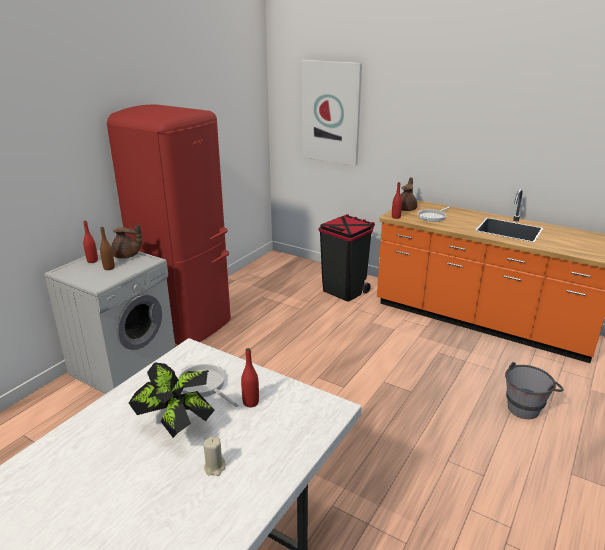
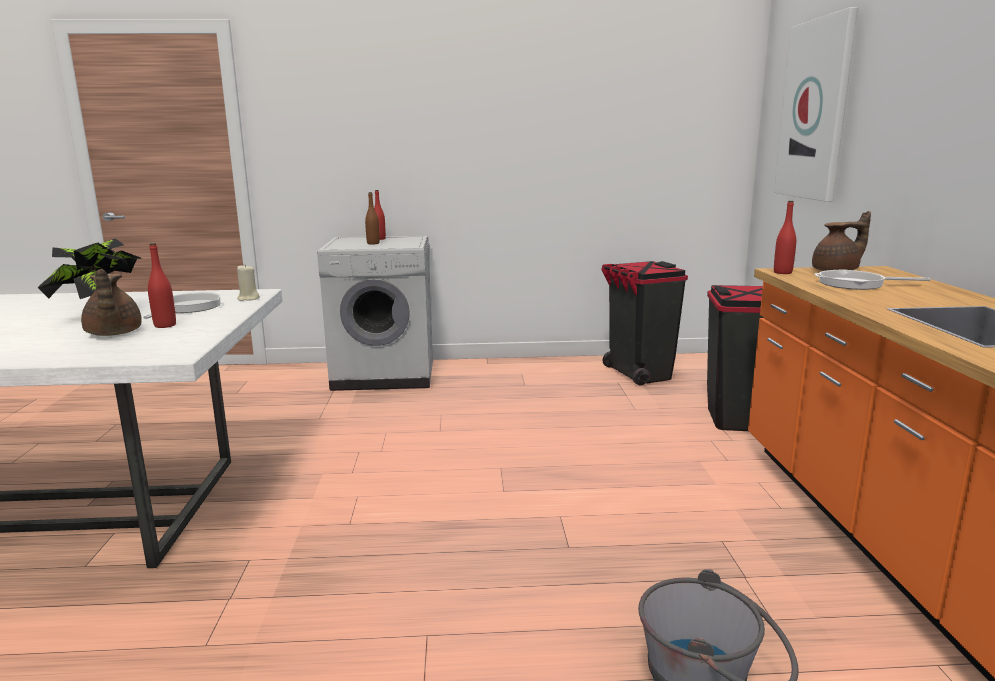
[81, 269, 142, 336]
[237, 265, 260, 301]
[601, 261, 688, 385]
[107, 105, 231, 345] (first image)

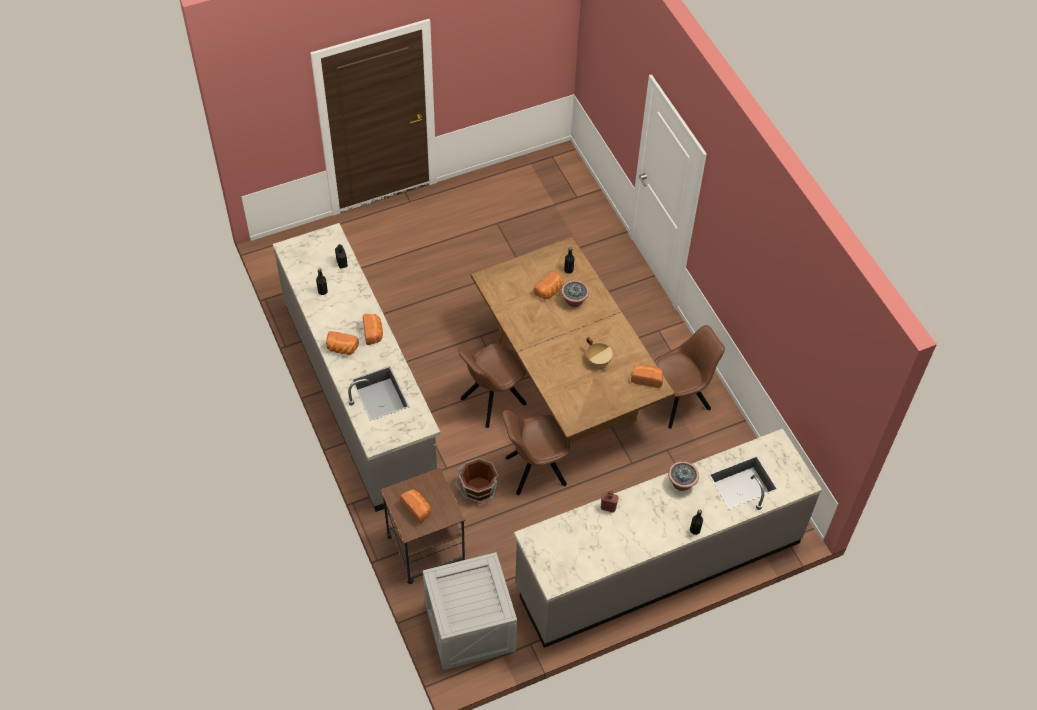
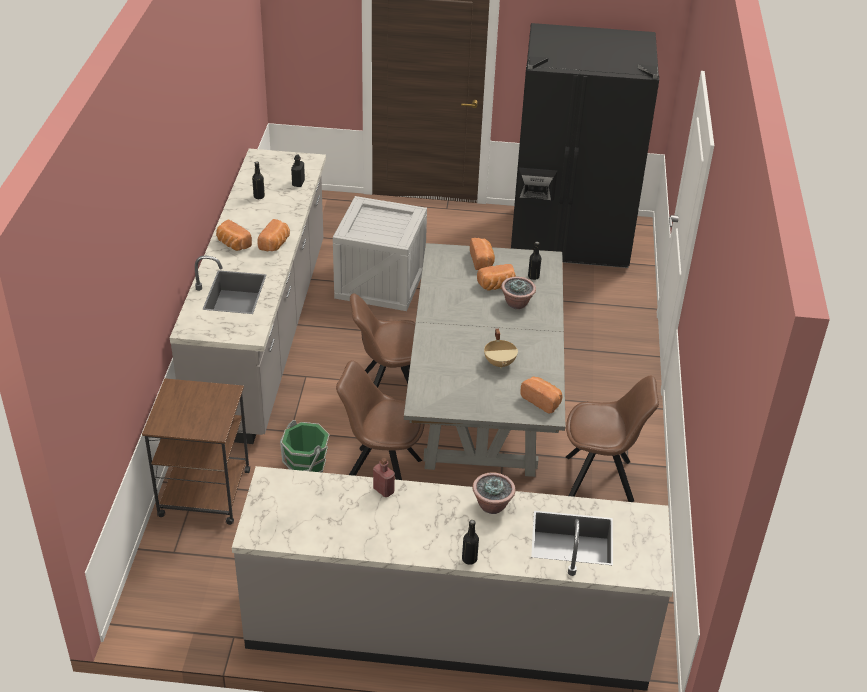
[280, 420, 330, 472]
[333, 196, 427, 311]
[404, 243, 565, 477]
[470, 238, 495, 270]
[511, 23, 659, 268]

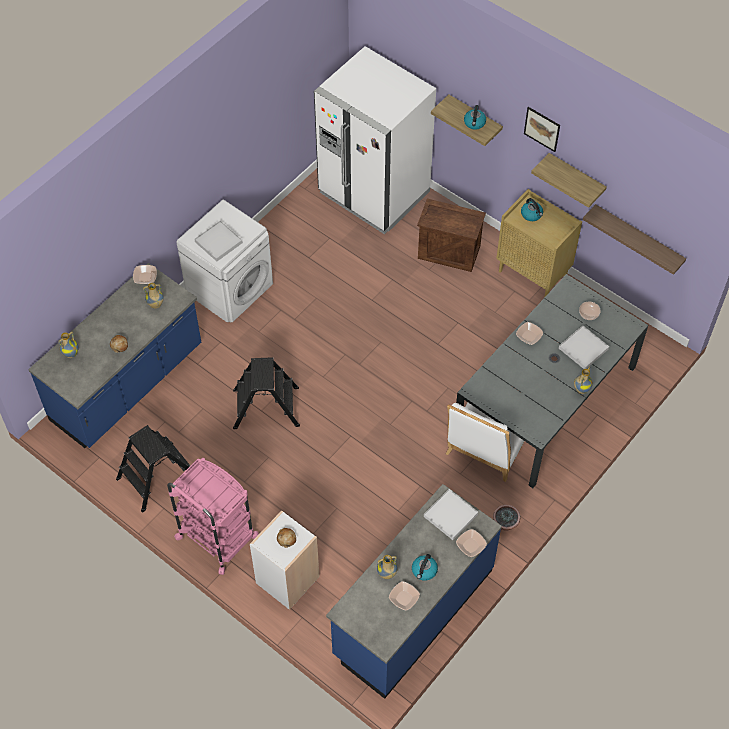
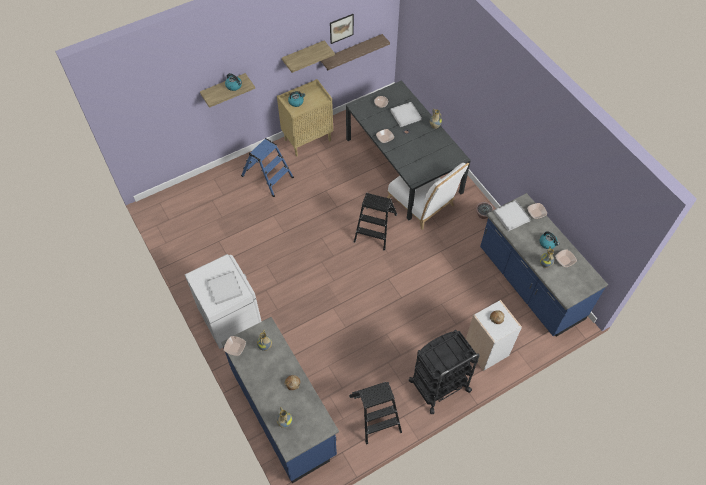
[241, 138, 294, 197]
[330, 14, 354, 44]
[354, 193, 397, 251]
[409, 330, 479, 414]
[314, 46, 436, 234] (first image)

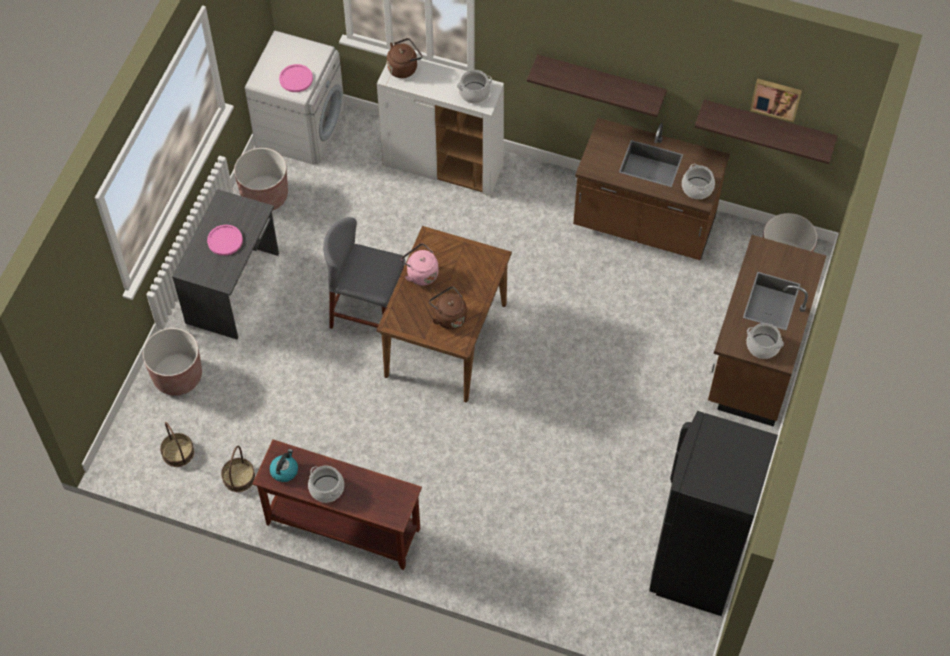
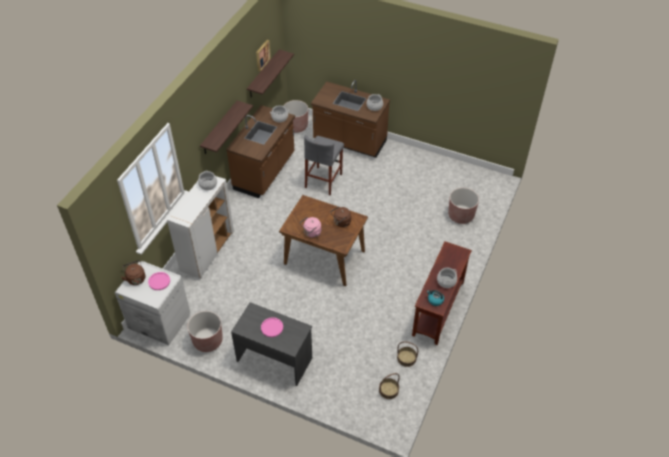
[121, 260, 145, 285]
[304, 135, 344, 195]
[448, 188, 479, 224]
[649, 411, 778, 616] (first image)

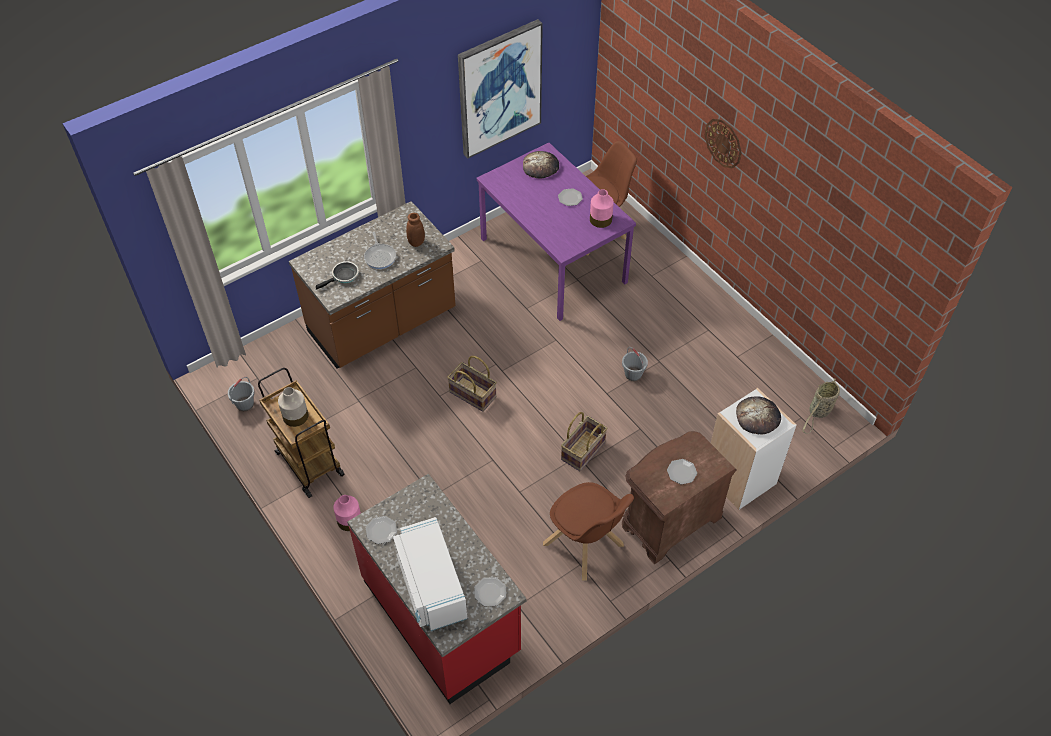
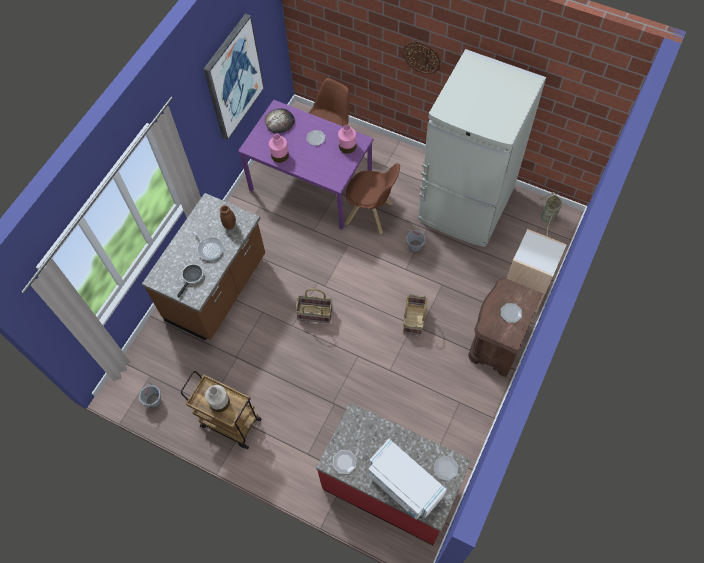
[269, 134, 289, 163]
[345, 163, 400, 234]
[418, 49, 546, 247]
[736, 396, 781, 434] (first image)

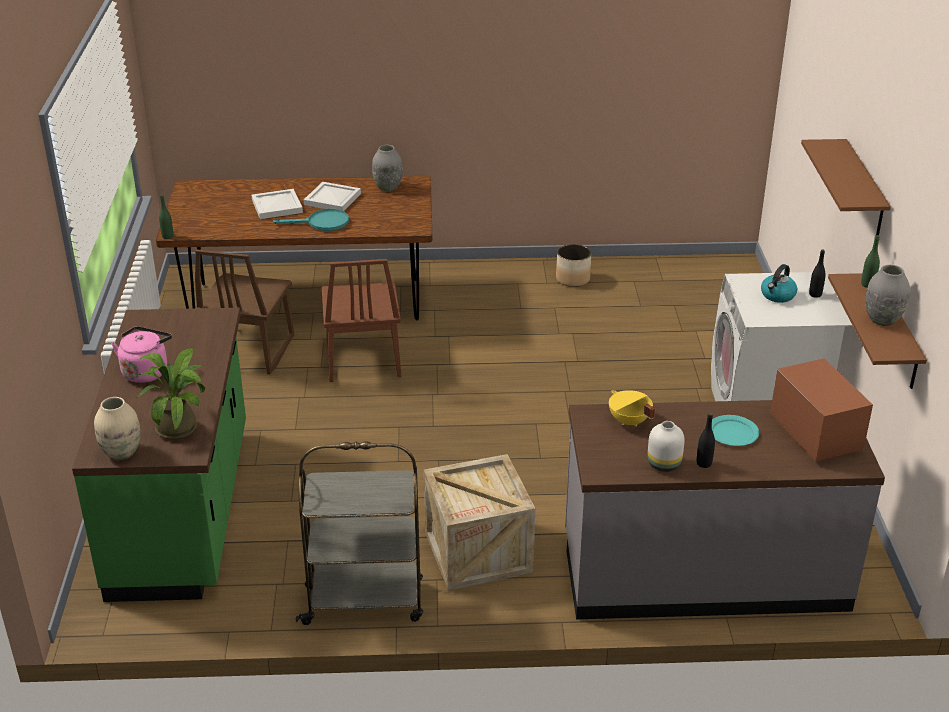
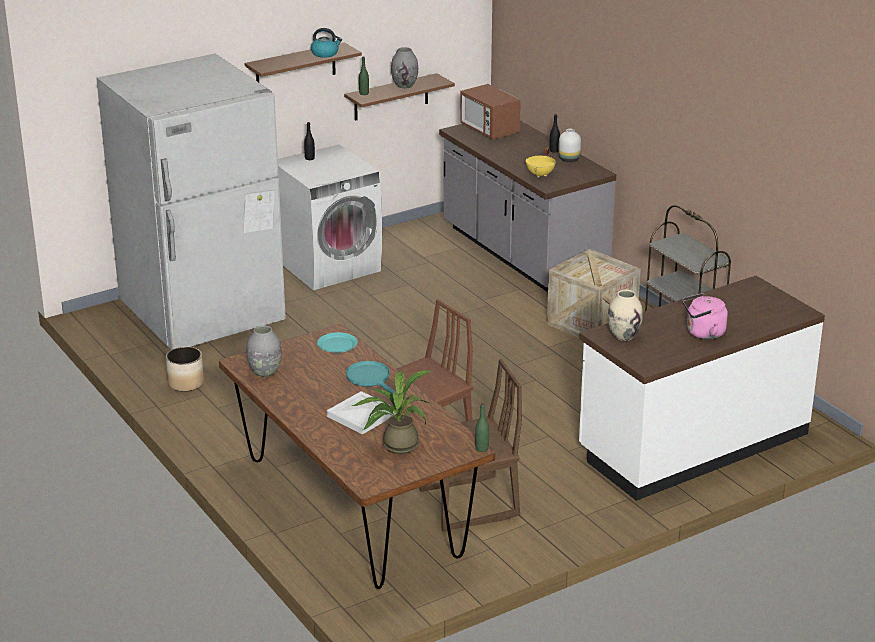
[96, 54, 286, 350]
[311, 28, 342, 57]
[317, 332, 358, 353]
[352, 371, 432, 454]
[460, 84, 521, 140]
[579, 276, 825, 501]
[608, 290, 643, 341]
[304, 182, 361, 211] (first image)

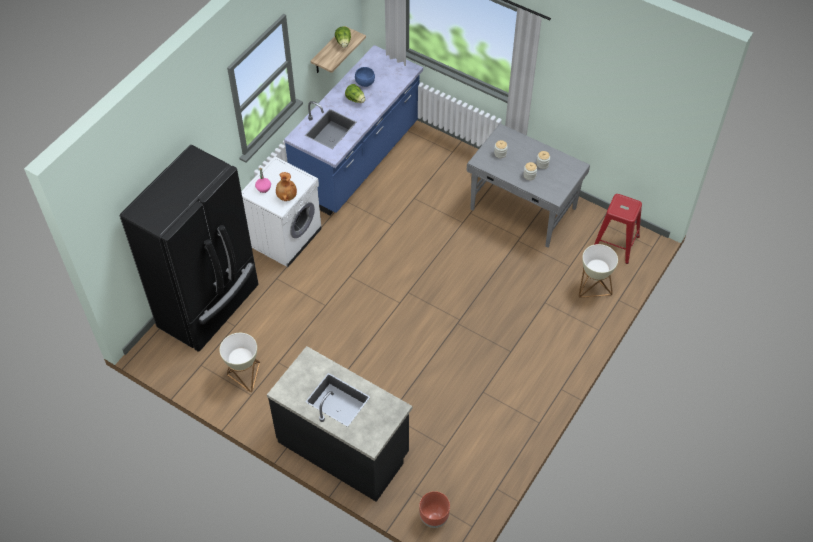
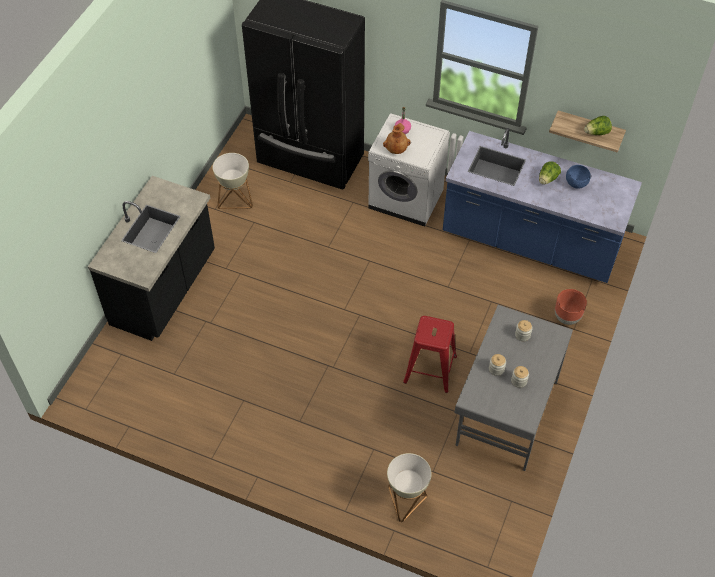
[403, 316, 457, 393]
[555, 289, 587, 325]

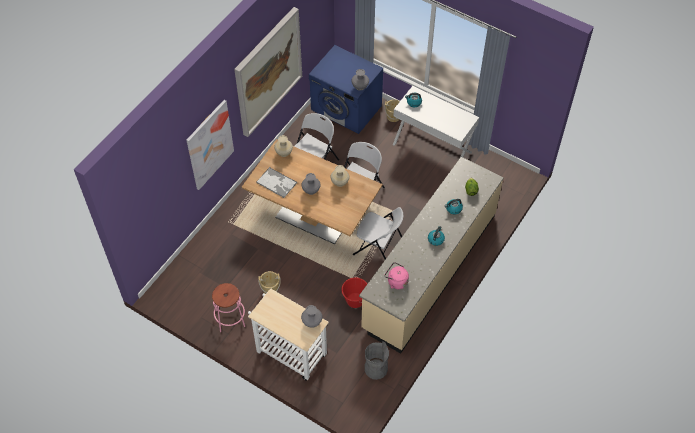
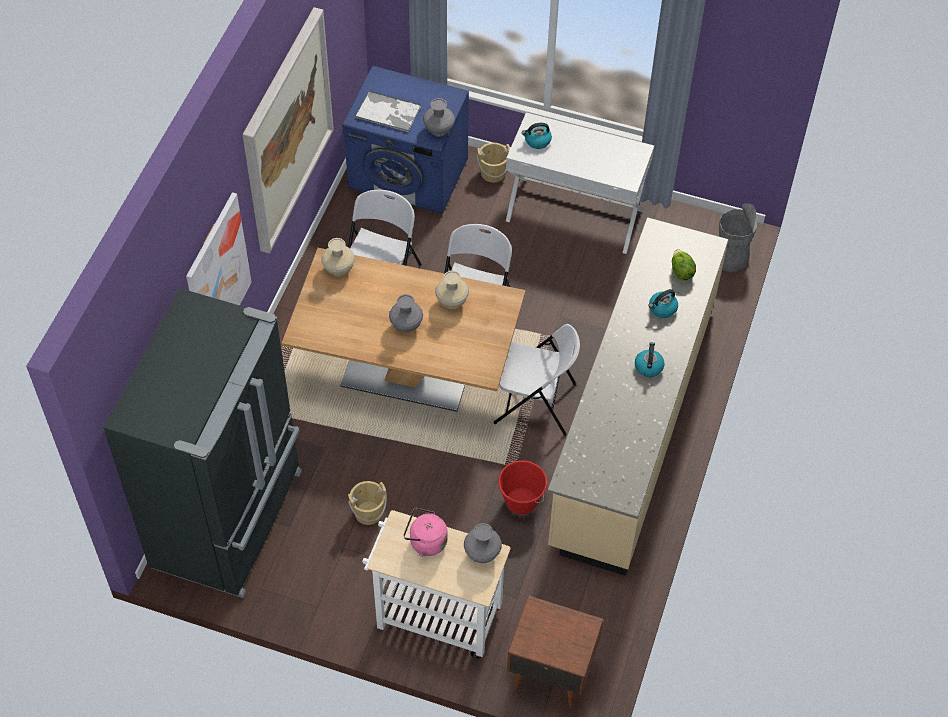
[103, 288, 302, 598]
[355, 91, 422, 132]
[404, 508, 448, 557]
[507, 595, 603, 709]
[719, 203, 757, 272]
[212, 283, 245, 332] (first image)

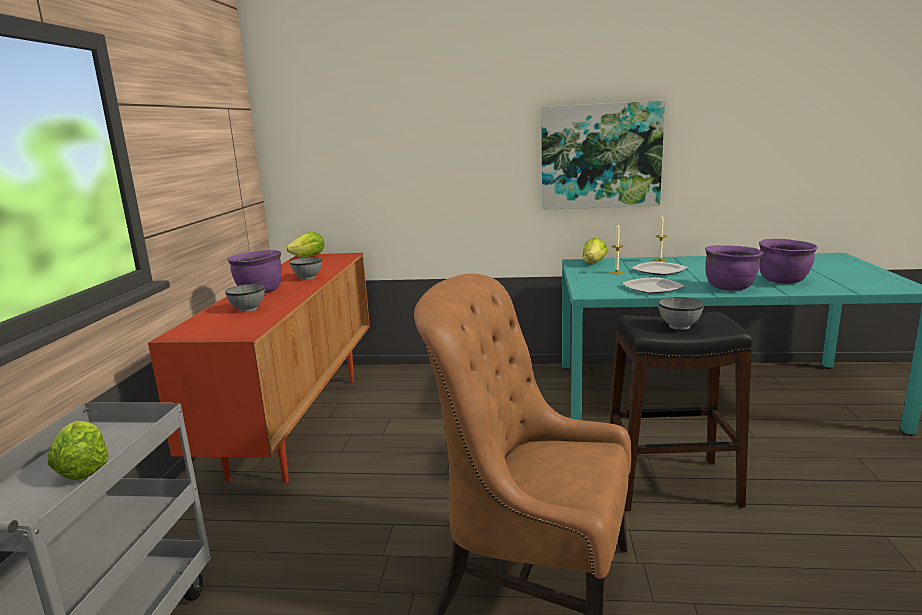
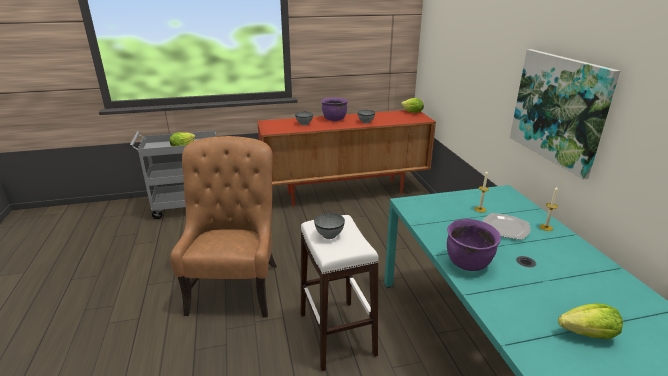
[301, 215, 378, 371]
[558, 303, 623, 339]
[622, 277, 685, 294] (first image)
[759, 239, 818, 284] (first image)

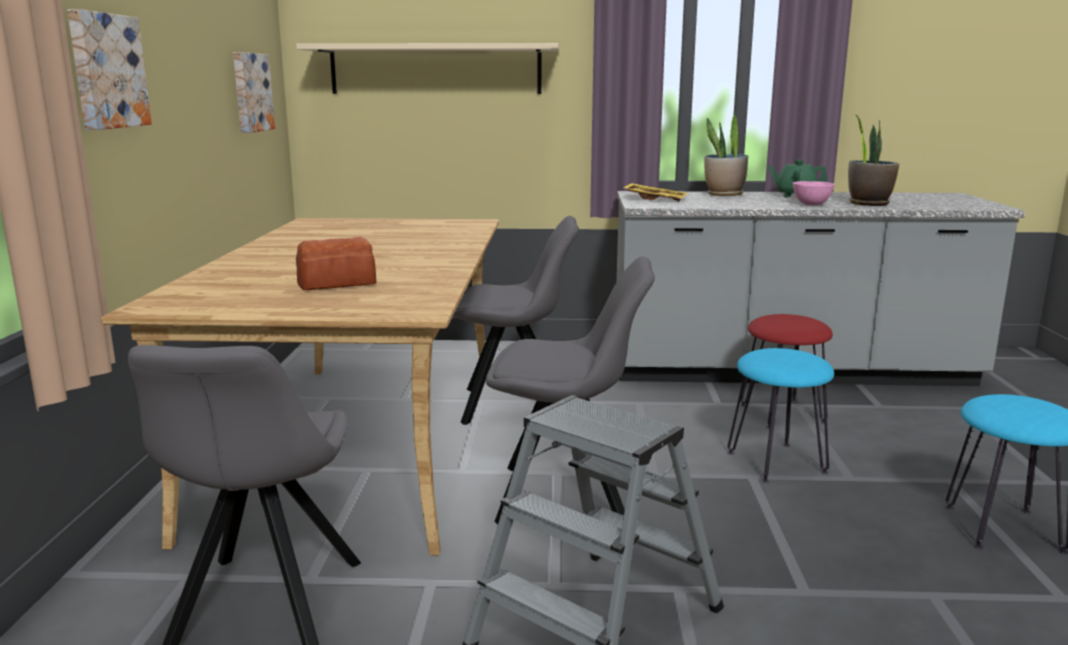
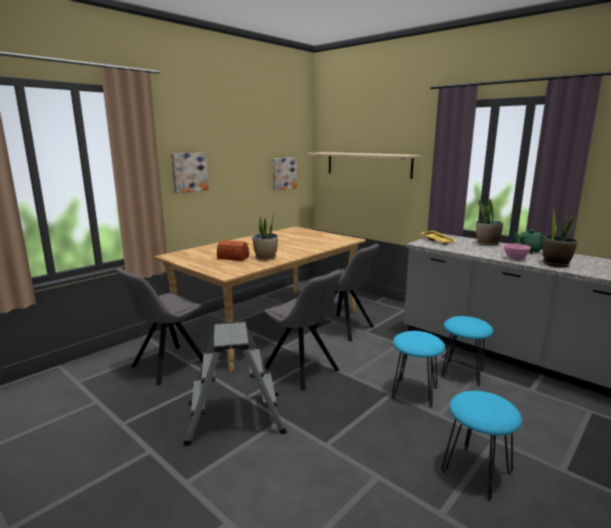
[252, 212, 278, 260]
[441, 316, 493, 386]

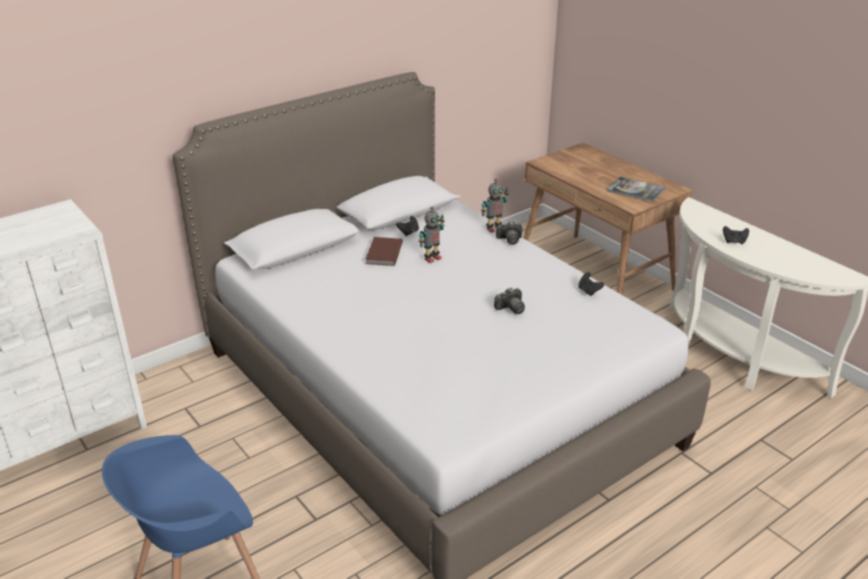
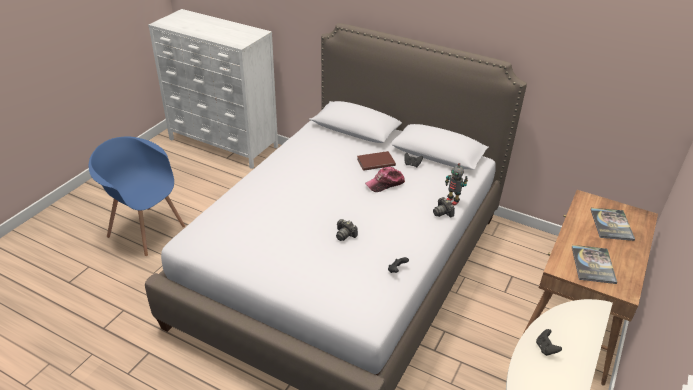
[365, 167, 405, 192]
[590, 208, 635, 241]

